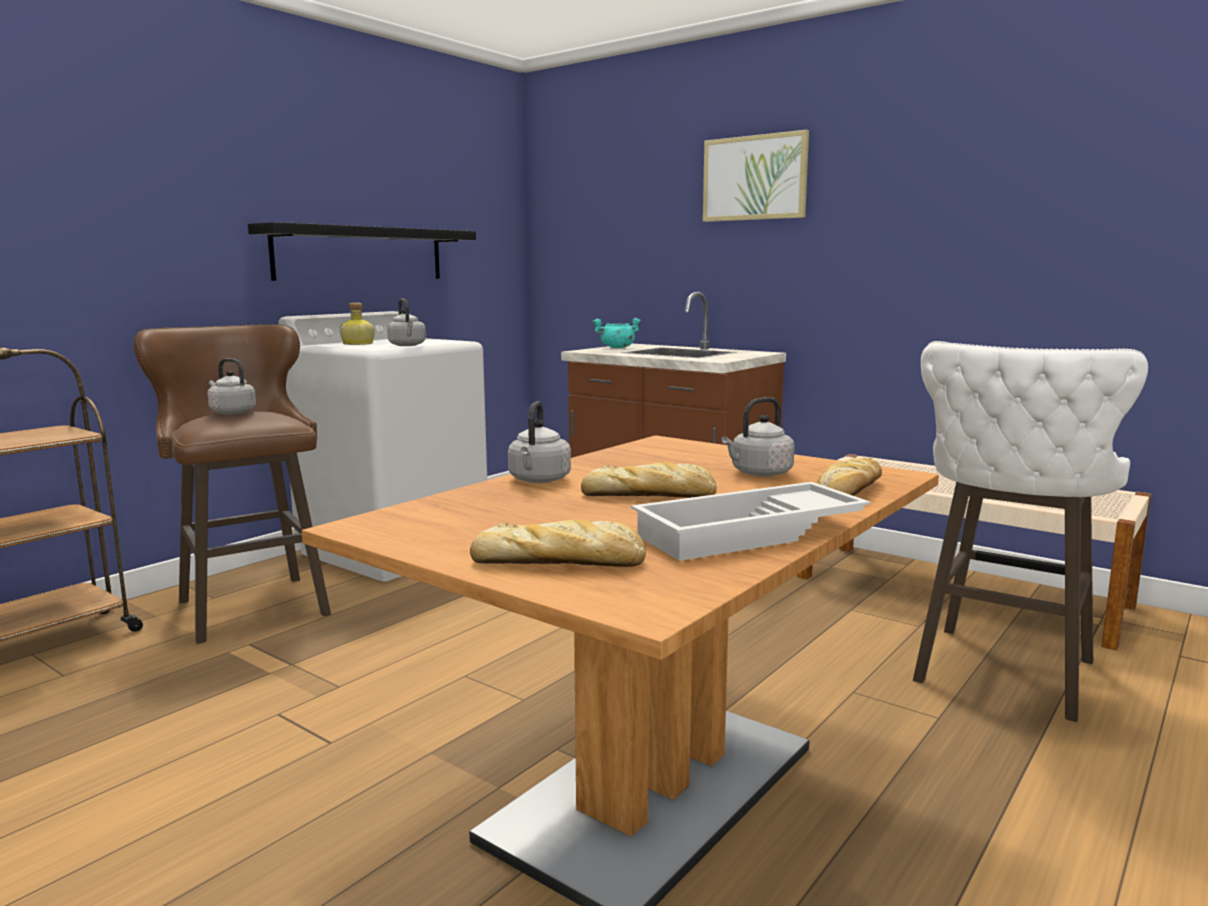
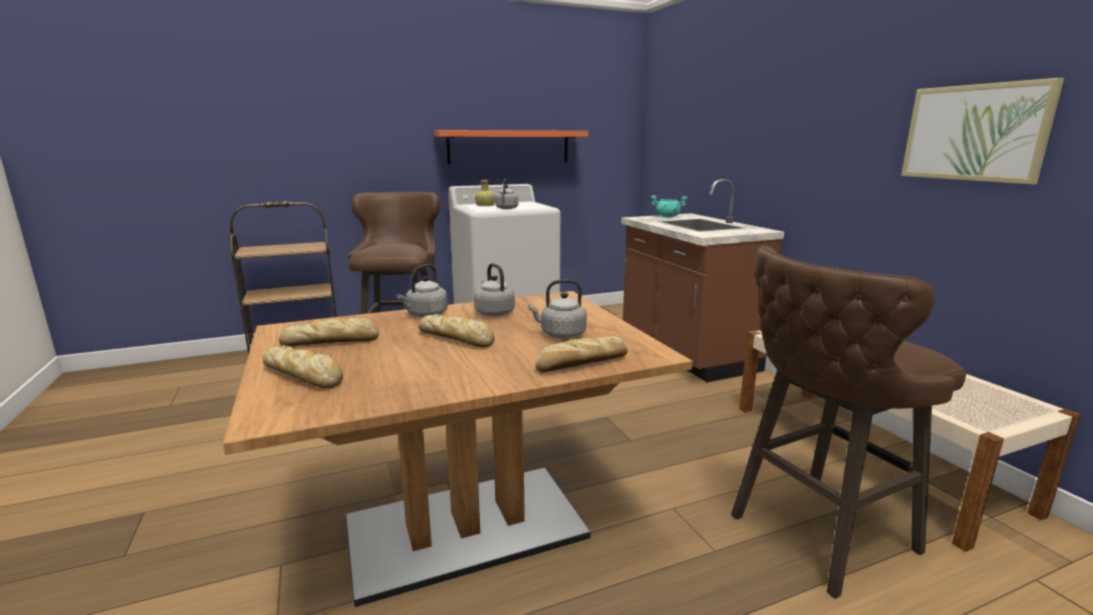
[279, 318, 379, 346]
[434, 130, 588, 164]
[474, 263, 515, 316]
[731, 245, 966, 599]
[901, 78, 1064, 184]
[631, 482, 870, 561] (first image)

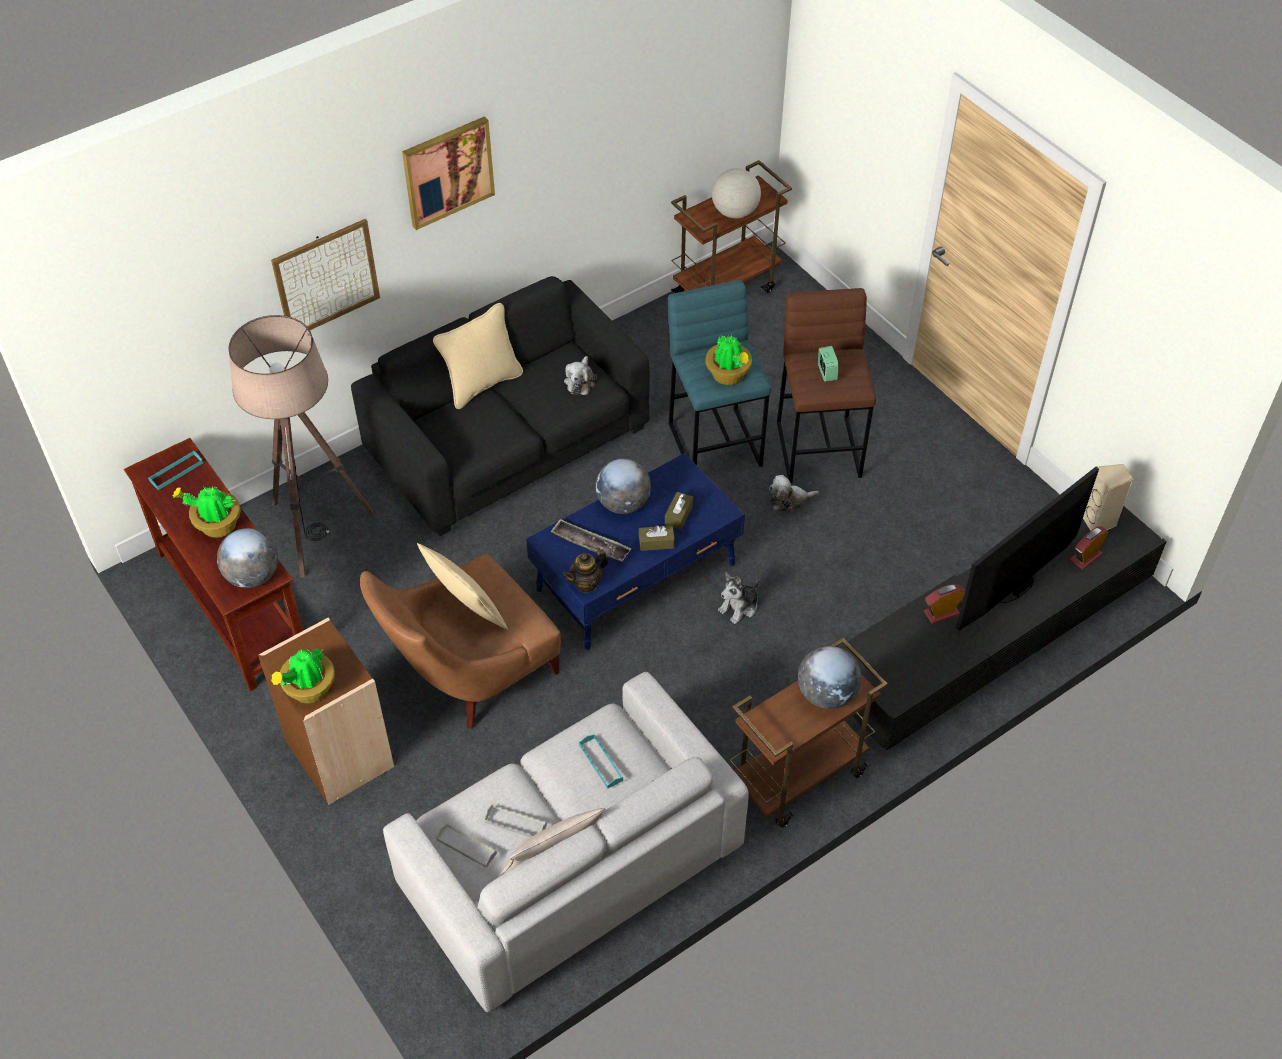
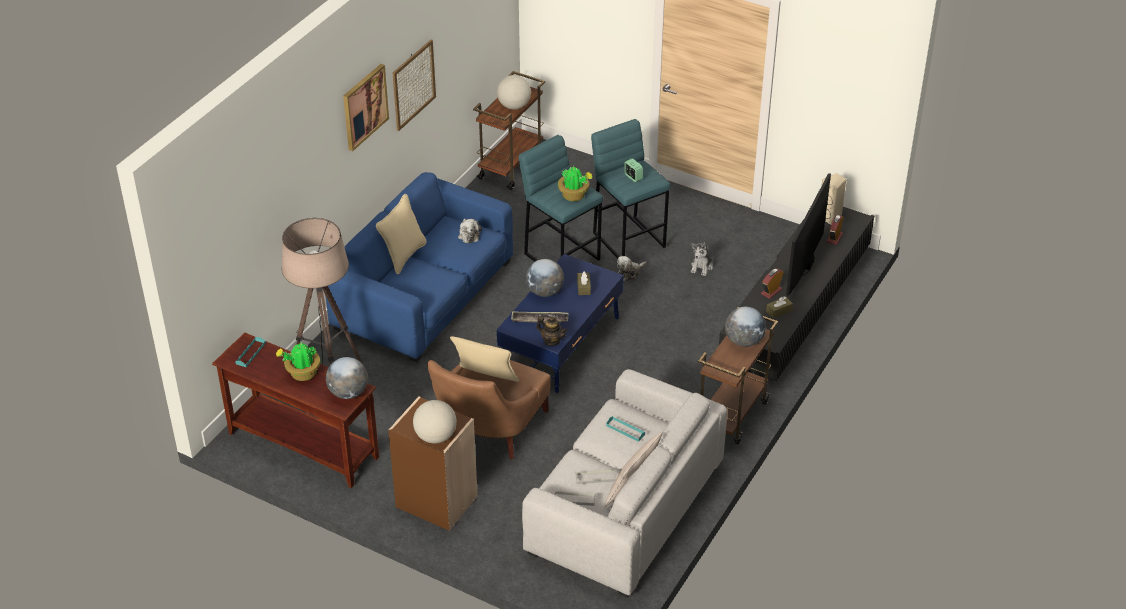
[325, 172, 513, 362]
[393, 39, 436, 131]
[413, 400, 457, 444]
[536, 317, 567, 346]
[591, 119, 670, 259]
[691, 243, 713, 276]
[766, 296, 793, 319]

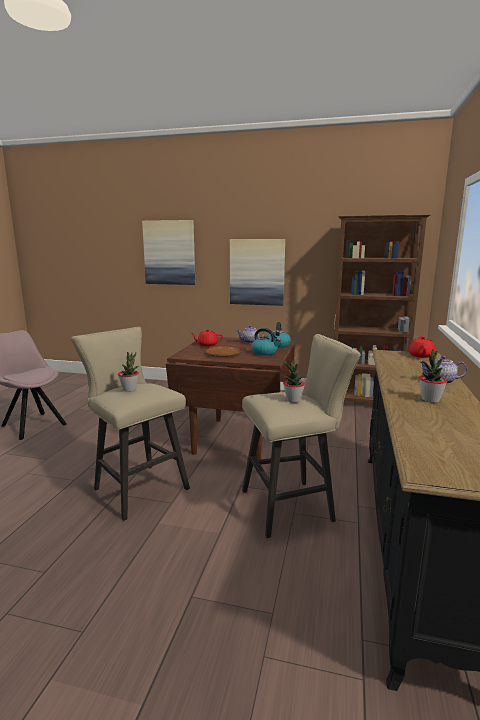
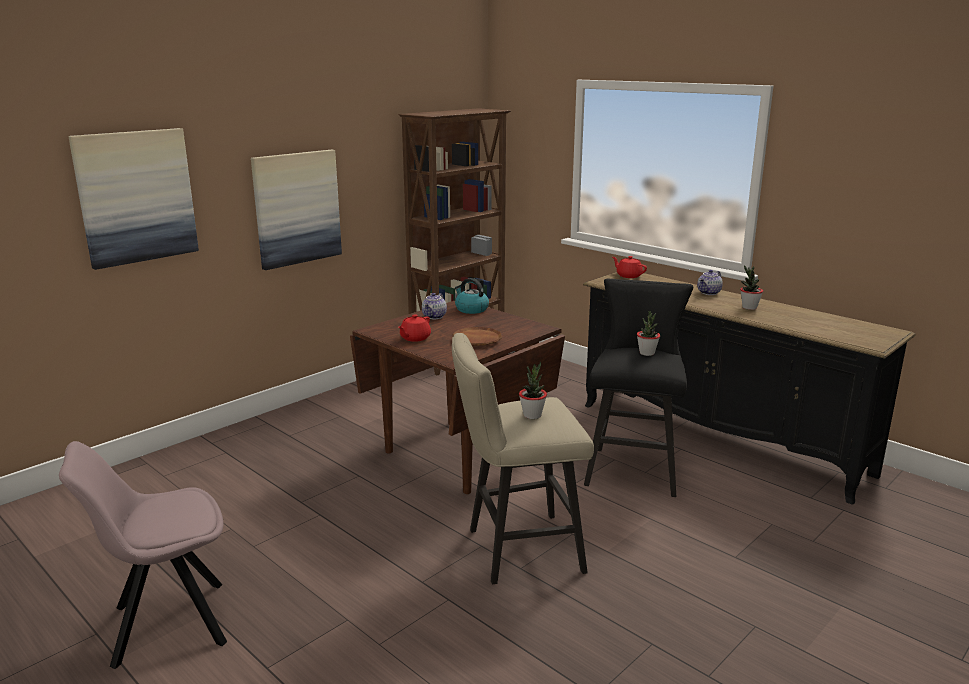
[584, 279, 693, 497]
[251, 328, 280, 355] (first image)

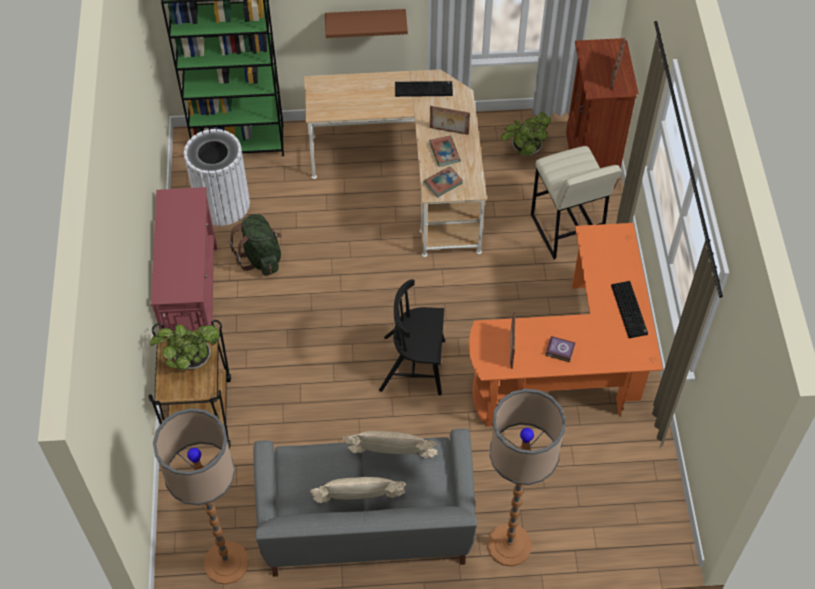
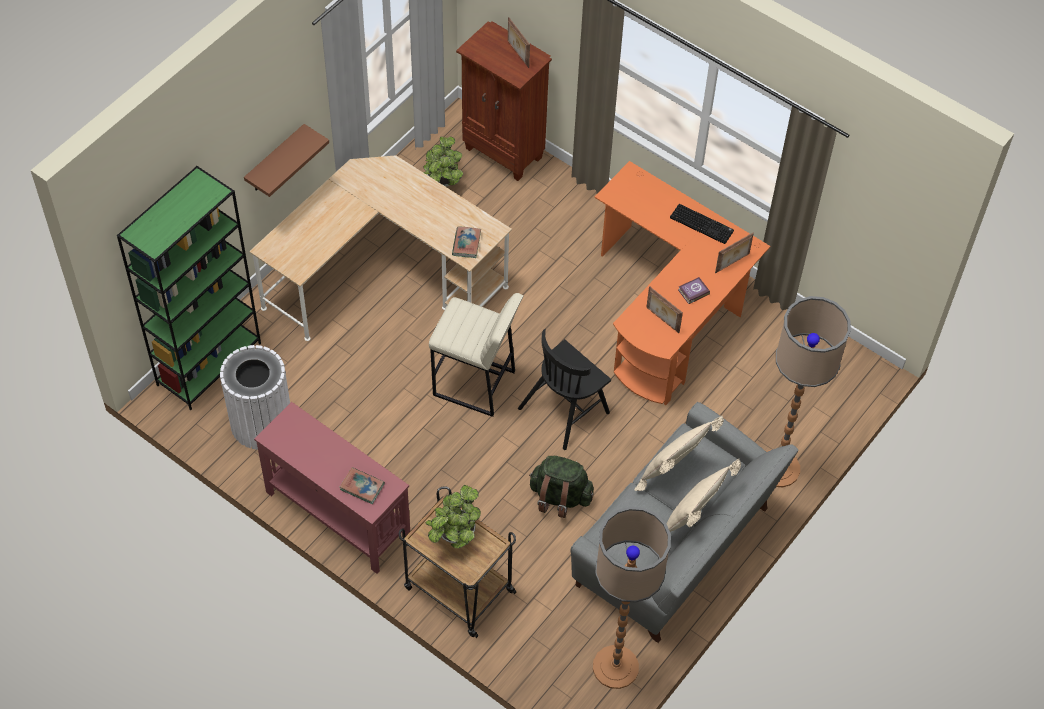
[339, 467, 385, 504]
[429, 293, 524, 417]
[529, 456, 594, 518]
[715, 233, 754, 273]
[395, 81, 453, 97] (first image)

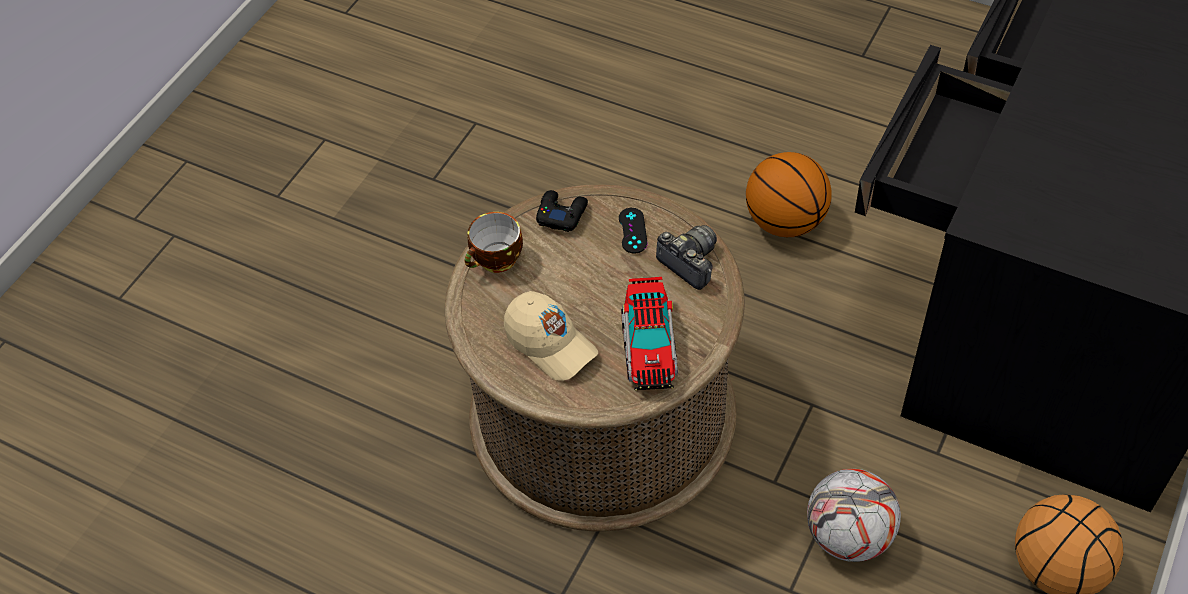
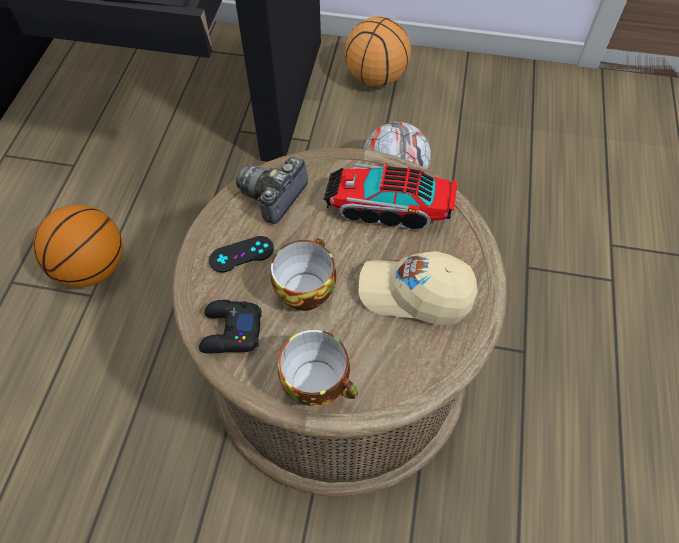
[271, 238, 336, 311]
[323, 163, 458, 230]
[358, 251, 478, 325]

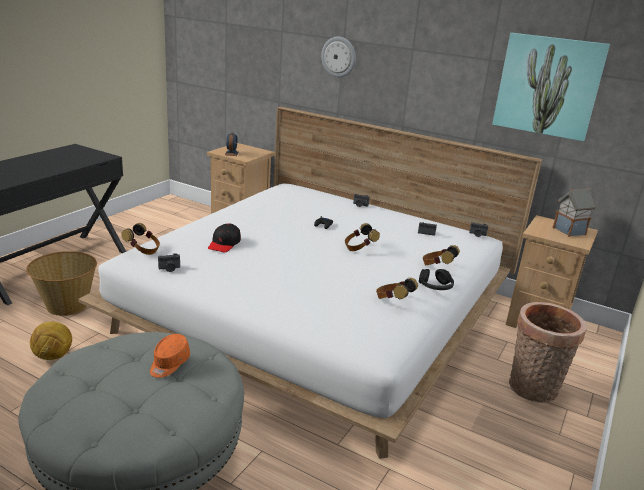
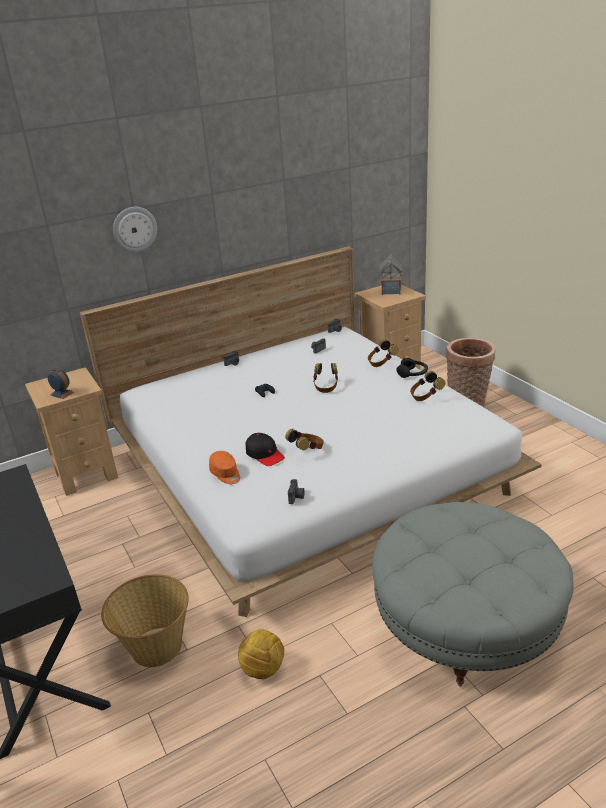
[209, 451, 240, 484]
[285, 429, 324, 450]
[492, 33, 610, 141] (first image)

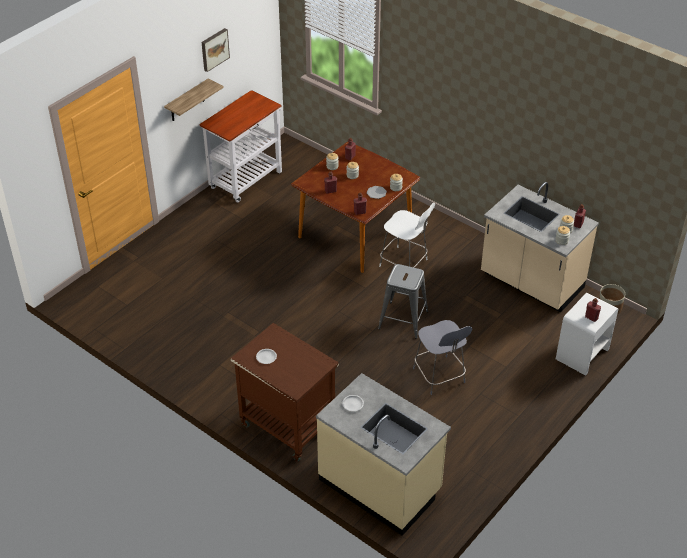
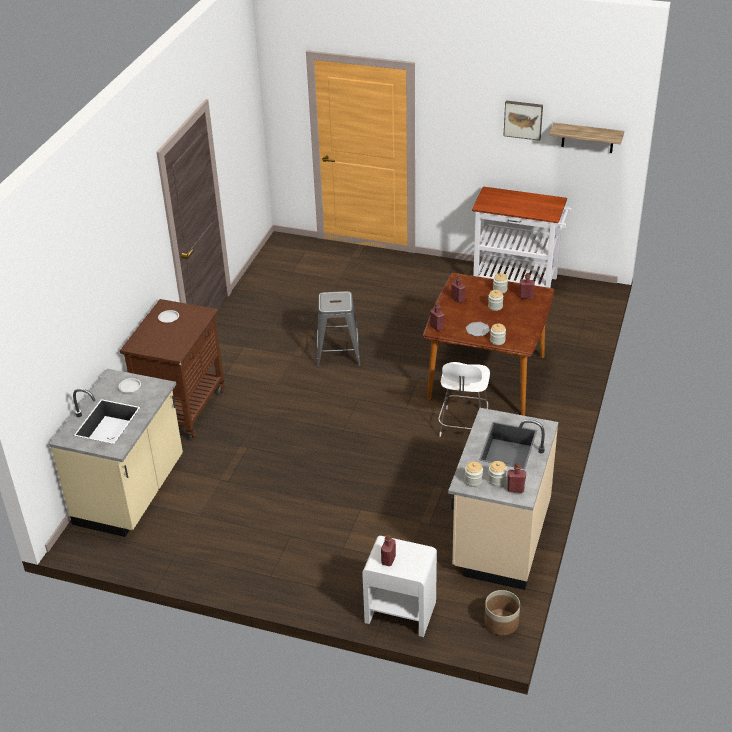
[317, 291, 361, 368]
[549, 123, 624, 153]
[413, 320, 472, 395] (first image)

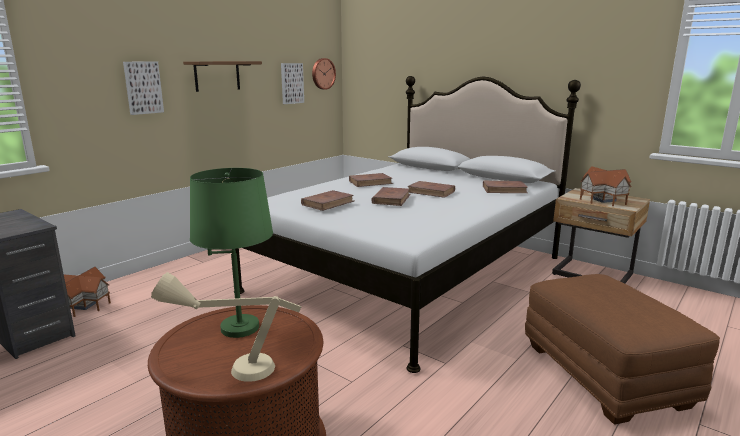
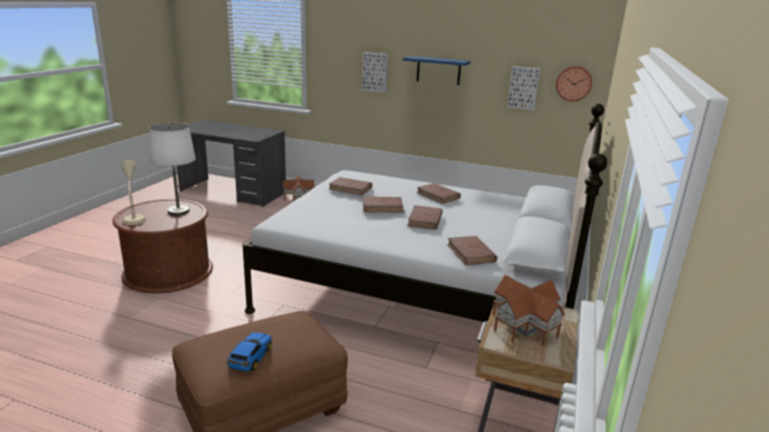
[149, 123, 196, 216]
[227, 332, 272, 372]
[403, 56, 471, 85]

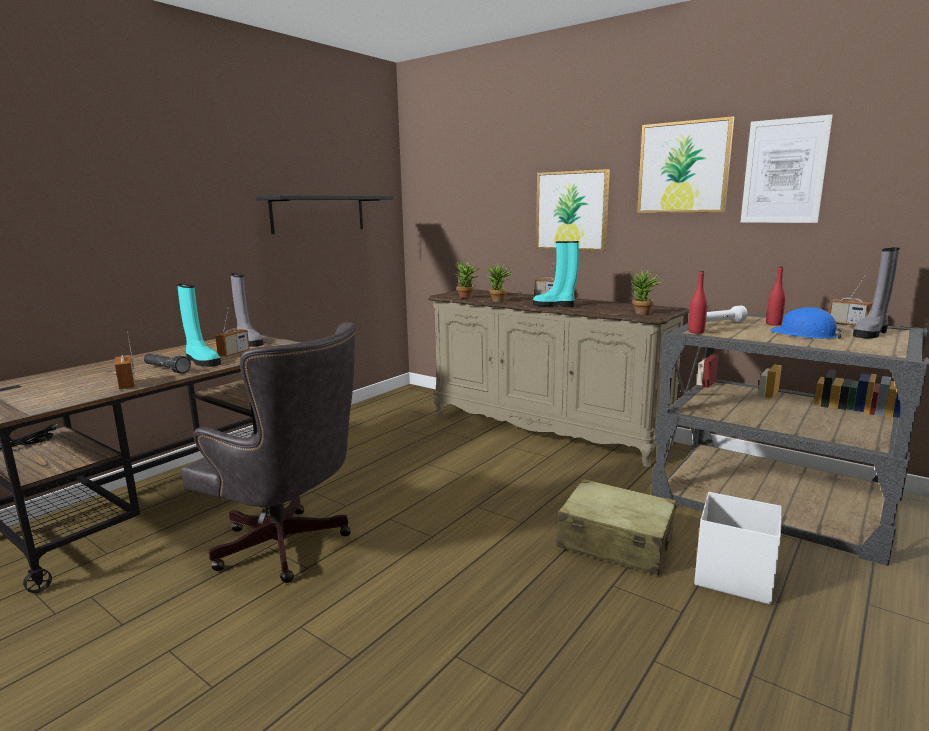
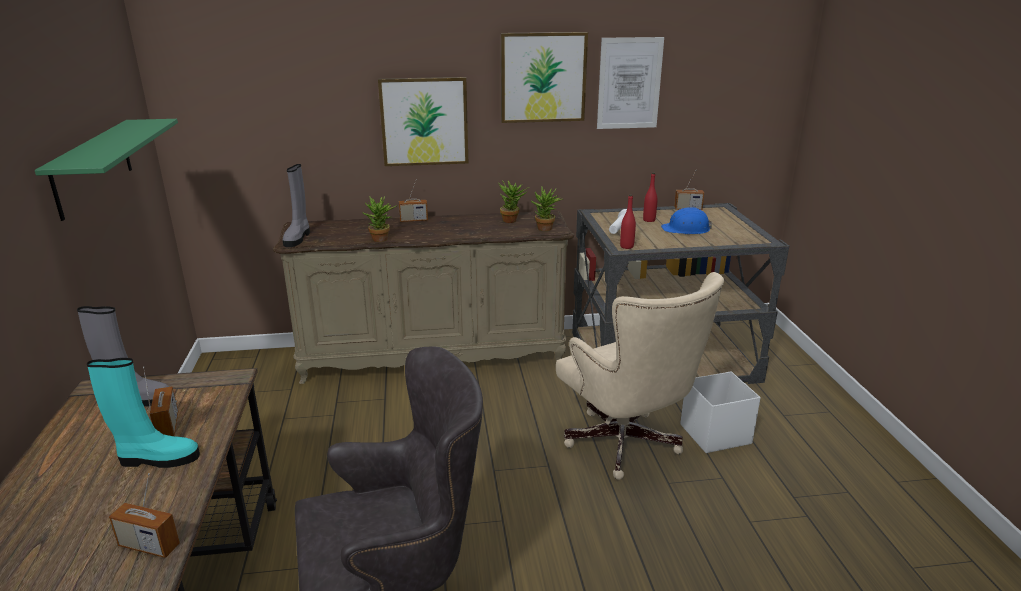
[35, 119, 178, 221]
[283, 164, 310, 247]
[499, 180, 529, 223]
[556, 272, 724, 480]
[144, 354, 191, 374] (first image)
[533, 241, 579, 307] (first image)

